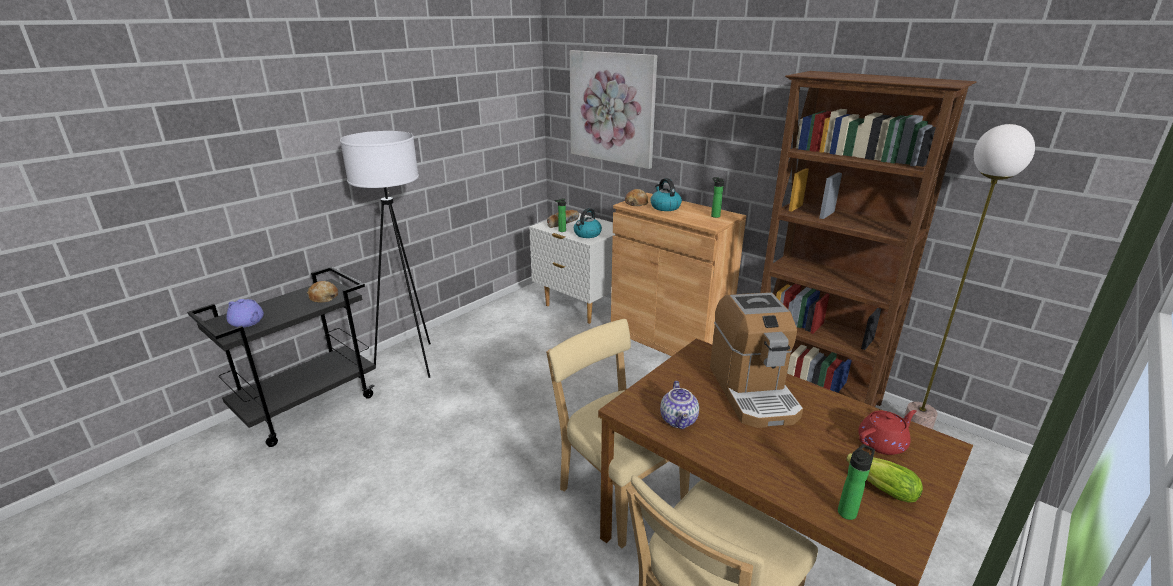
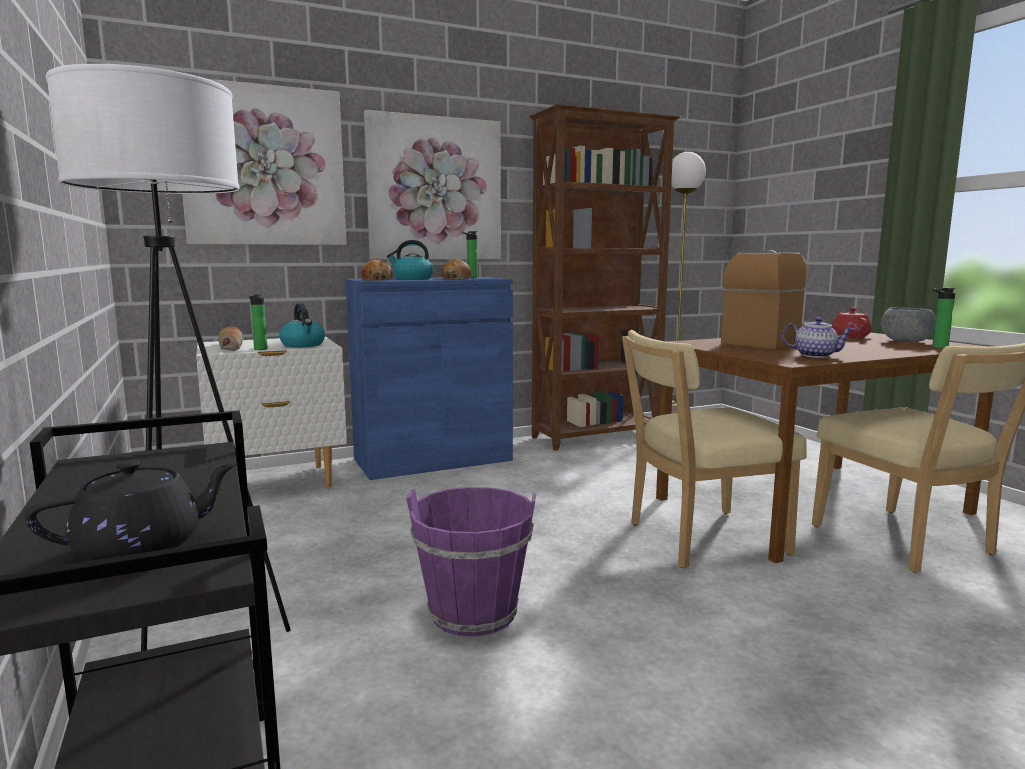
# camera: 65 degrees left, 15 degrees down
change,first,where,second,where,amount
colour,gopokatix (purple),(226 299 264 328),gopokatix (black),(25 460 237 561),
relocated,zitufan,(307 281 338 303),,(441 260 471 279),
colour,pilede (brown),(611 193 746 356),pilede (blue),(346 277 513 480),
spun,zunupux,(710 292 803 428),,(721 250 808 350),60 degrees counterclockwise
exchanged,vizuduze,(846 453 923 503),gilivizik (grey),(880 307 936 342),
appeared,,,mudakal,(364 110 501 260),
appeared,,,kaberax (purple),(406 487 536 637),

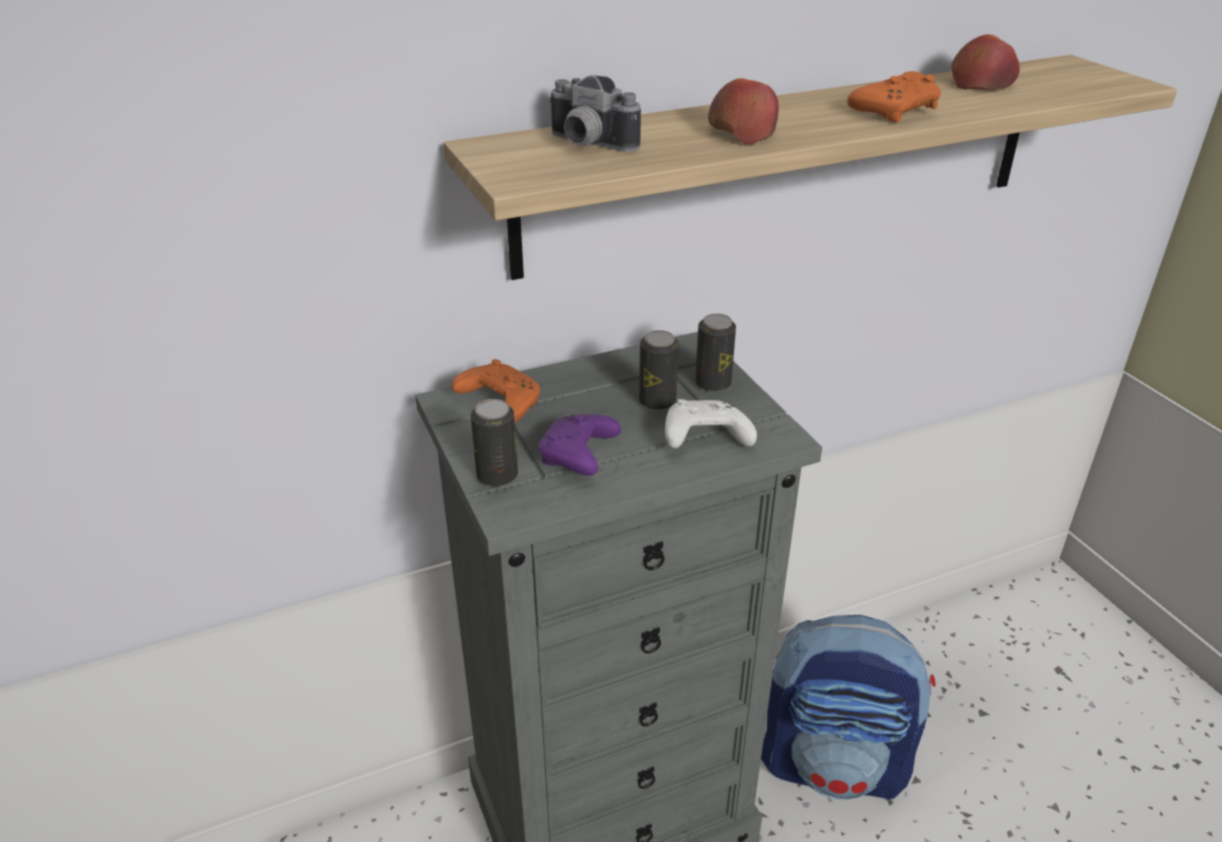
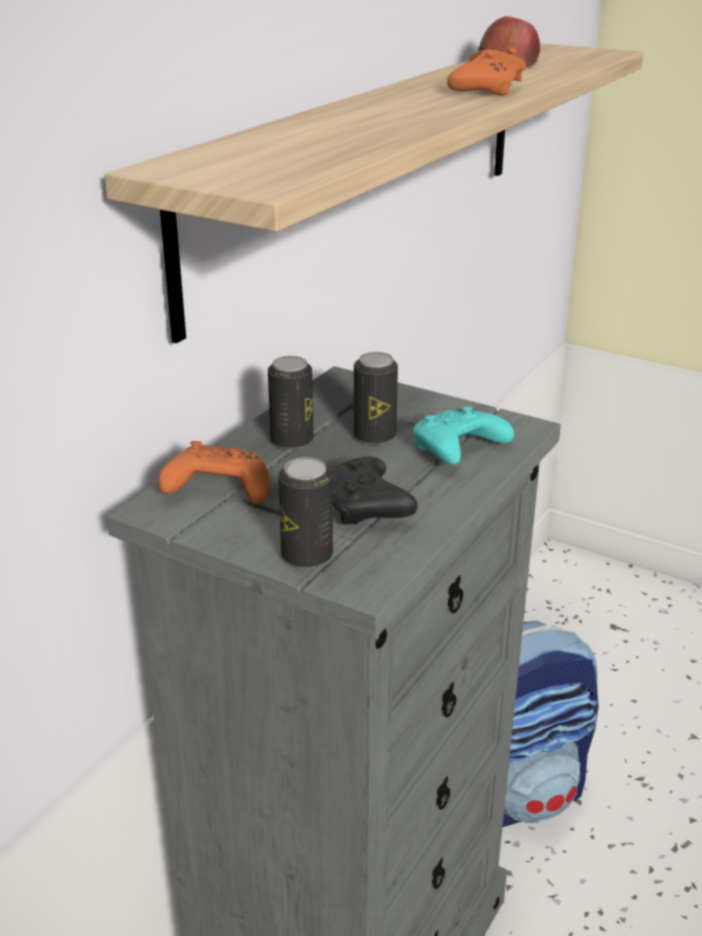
# camera: 35 degrees left, 5 degrees down
change,first,where,second,where,amount
colour,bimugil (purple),(539 414 621 476),bimugil (black),(330 456 418 524),
missing,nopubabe,(548 75 641 152),,,
colour,bimugil (white),(665 399 757 448),bimugil (turquoise),(414 407 514 465),
relocated,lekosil,(695 314 736 392),,(268 356 313 449),
missing,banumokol,(708 78 779 145),,,

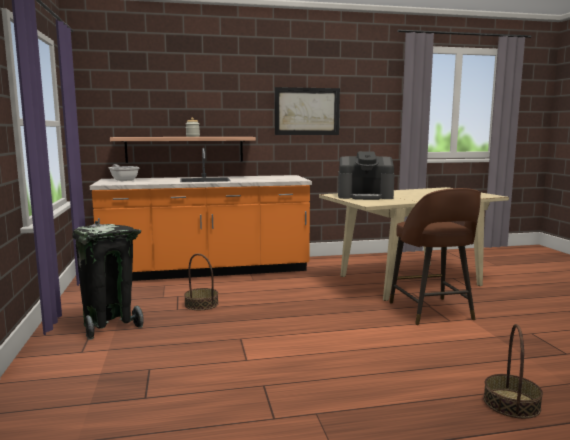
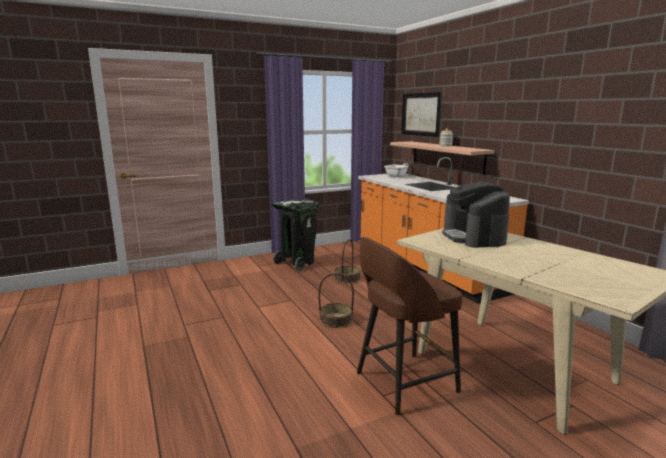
# camera: 75 degrees right, 5 degrees up
change,first,where,second,where,amount
relocated,mudakal,(275 87 340 135),,(401 92 442 137),
relocated,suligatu,(483 324 543 419),,(318 273 354 328),

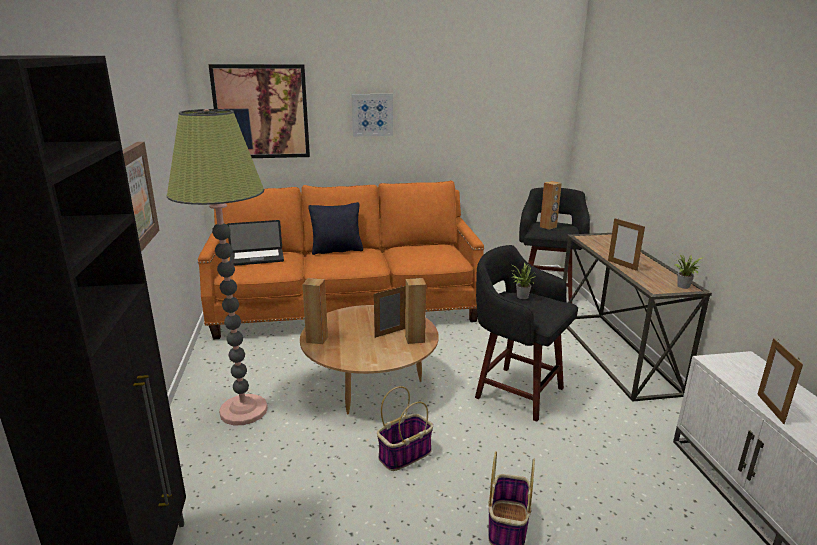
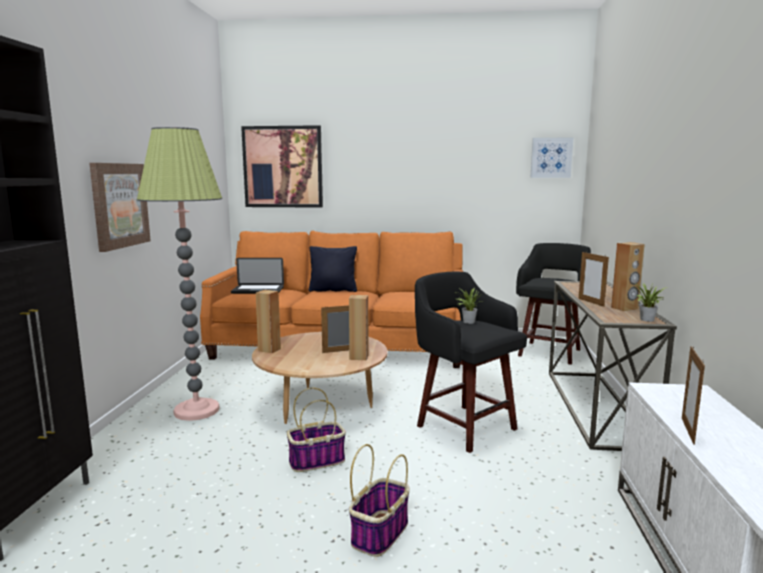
# camera: 15 degrees right, 10 degrees down
change,first,where,second,where,amount
relocated,mudakal,(352 94 393 136),,(530 138 573 178),
relocated,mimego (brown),(540 181 562 230),,(611 242 645 311),

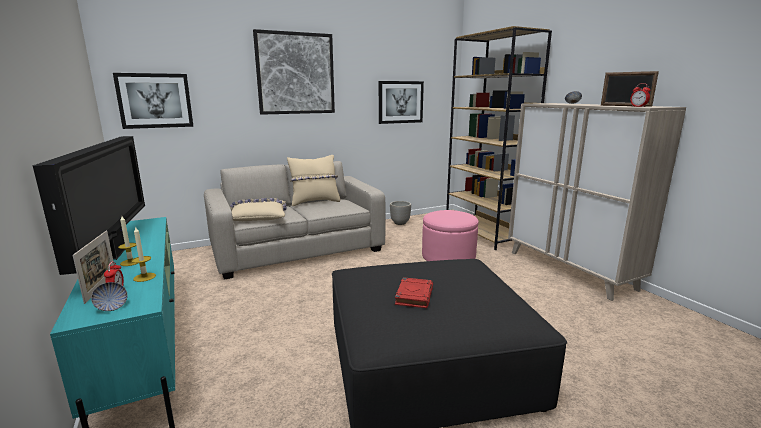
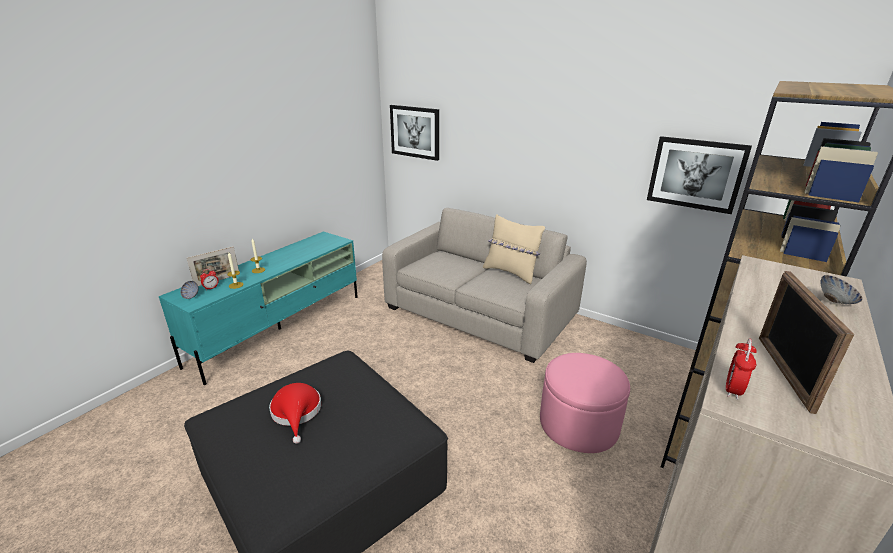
# camera: 60 degrees right, 10 degrees up
change,first,where,second,where,amount
missing,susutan,(33 136 145 275),,,
missing,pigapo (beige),(230 198 287 221),,,
missing,mudakal,(253 29 335 115),,,
missing,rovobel,(390 201 411 225),,,
exchanged,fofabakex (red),(395 277 433 308),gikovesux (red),(269 383 321 444),

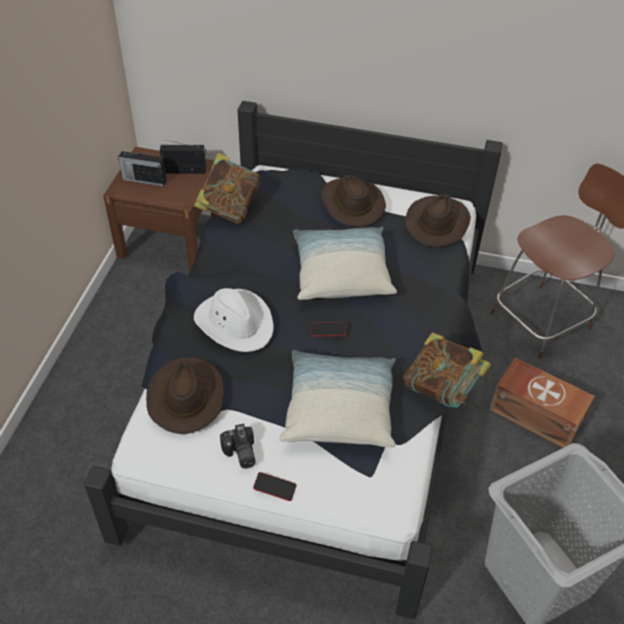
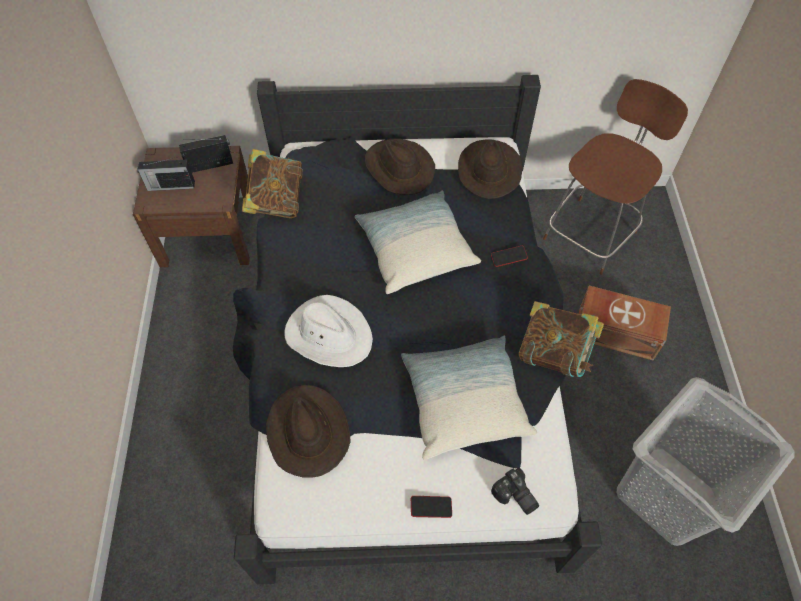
# camera: 15 degrees left, 10 degrees up
change,first,where,second,where,amount
relocated,nopubabe,(220 424 256 468),,(491 468 539 515),
relocated,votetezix,(311 322 347 337),,(491 246 528 267),

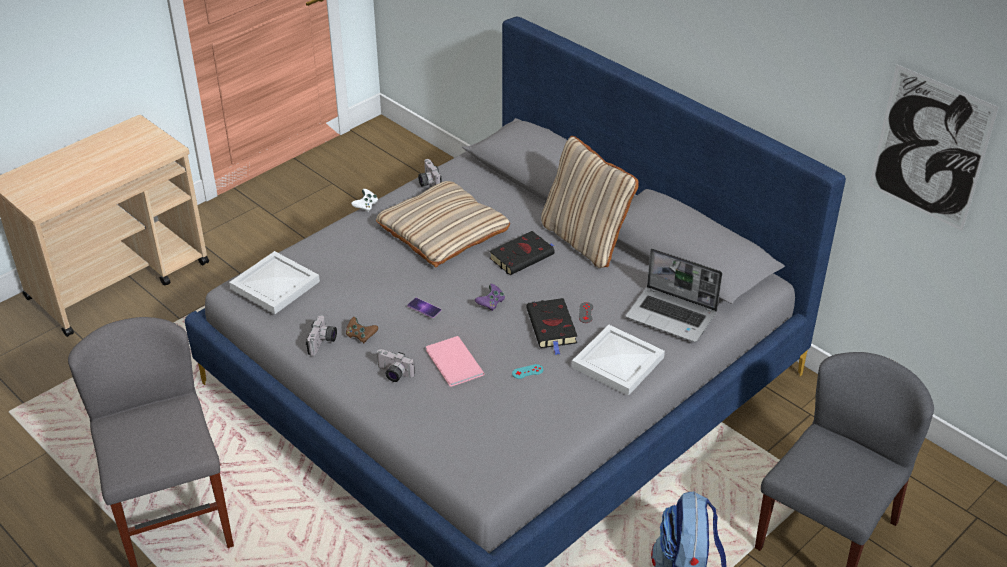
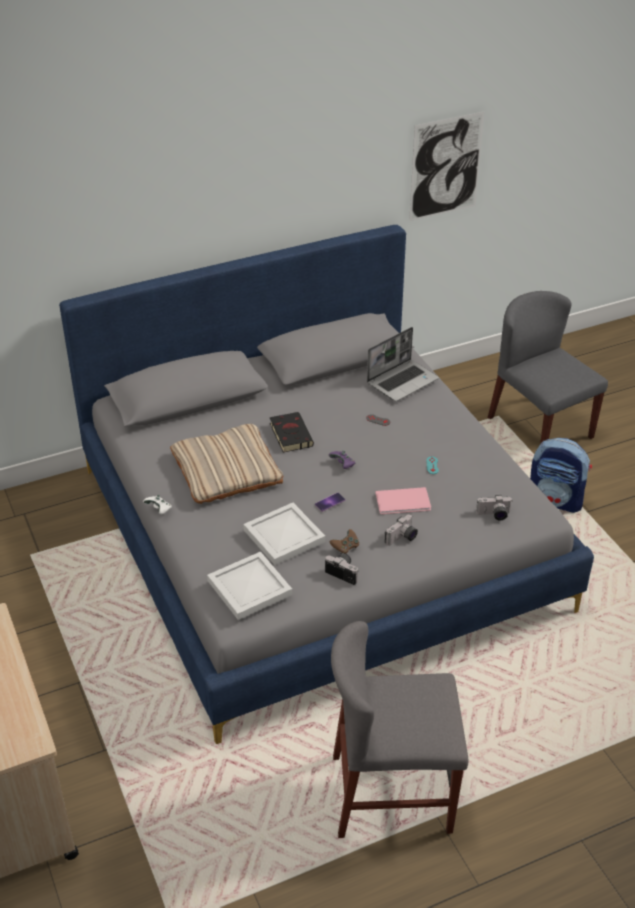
# camera: 70 degrees left, 0 degrees up
change,first,where,second,where,amount
relocated,nopubabe,(418 159 442 186),,(476 495 512 520),
missing,fofabakex (black),(526 298 577 355),,,
missing,pigapo (beige),(541 136 639 268),,,
relocated,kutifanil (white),(572 325 665 396),,(243 503 325 565),

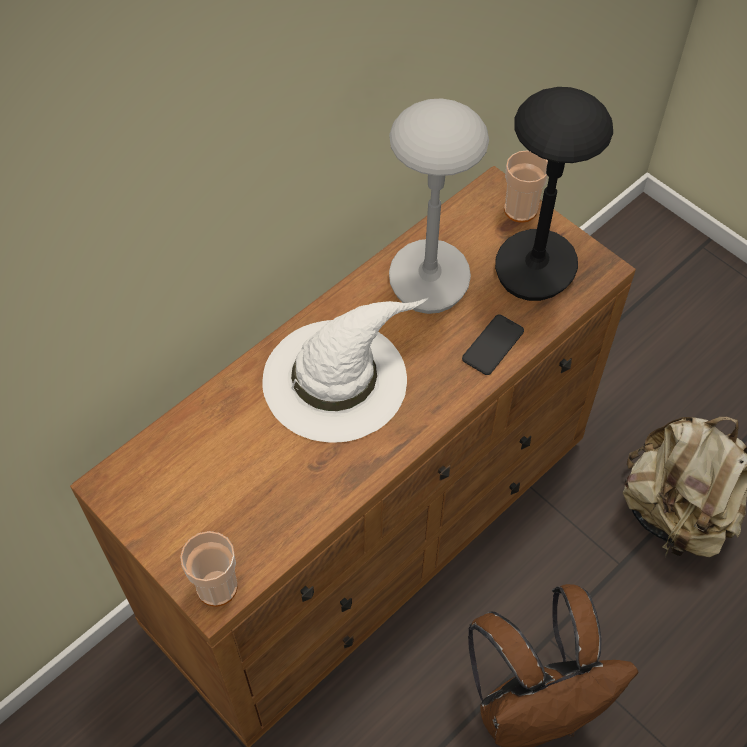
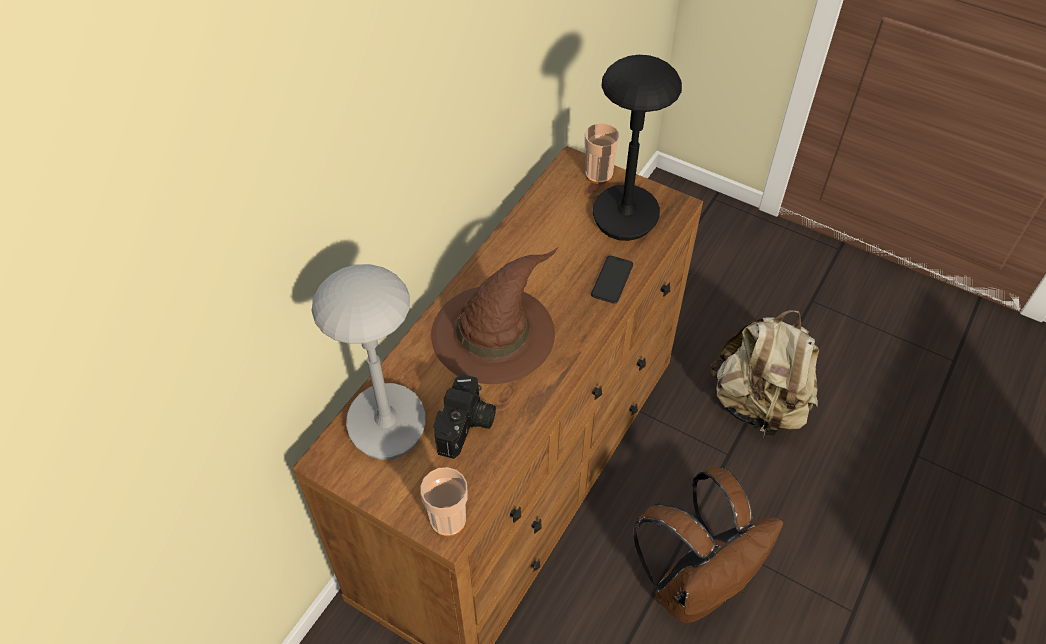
# camera: 15 degrees left, 5 degrees down
change,first,where,second,where,amount
colour,gikovesux (white),(262 297 429 443),gikovesux (brown),(431 248 558 384),
relocated,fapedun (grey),(389 98 489 314),,(311 264 426 460),
appeared,,,nopubabe,(433 374 496 459),

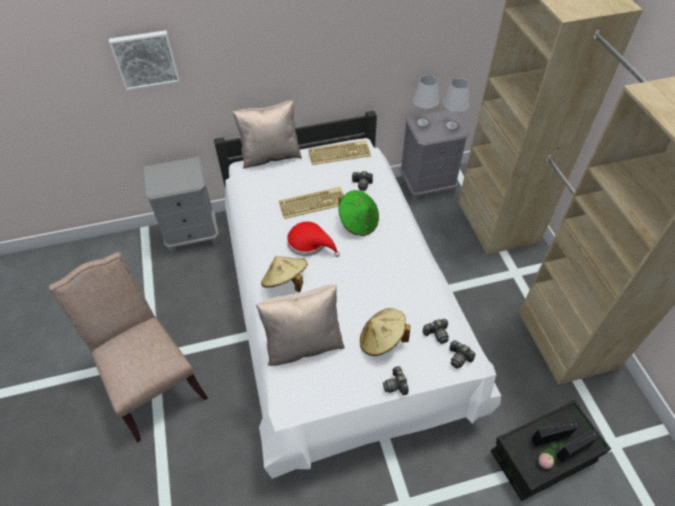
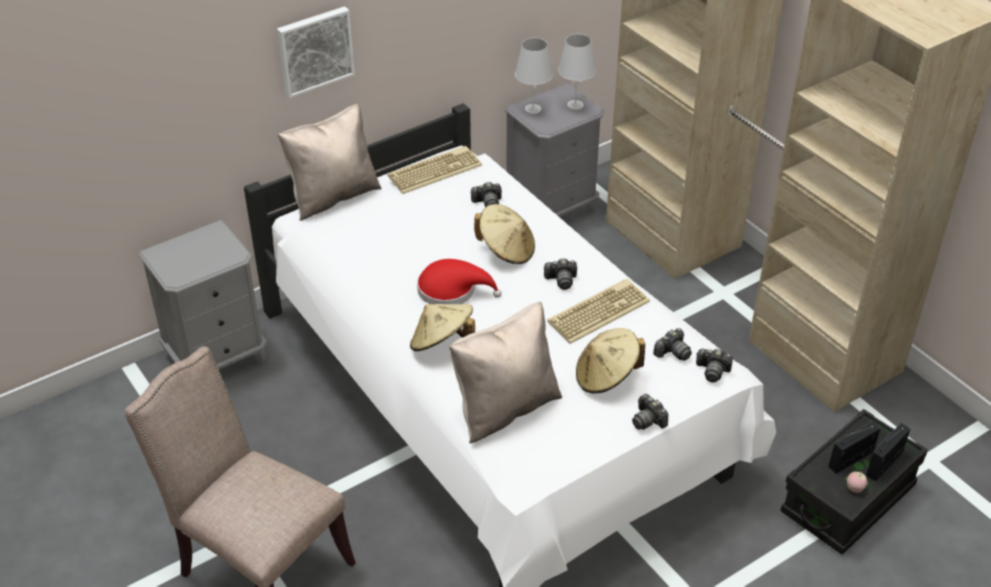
# camera: 20 degrees left, 10 degrees down
change,first,where,second,where,amount
relocated,mudakal,(109 30 180 91),,(277 6 355 98),
relocated,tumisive,(279 187 344 219),,(547 279 650 344),
colour,gikovesux (green),(338 190 379 236),gikovesux (beige),(474 204 535 264),
appeared,,,nopubabe,(543 258 577 290),

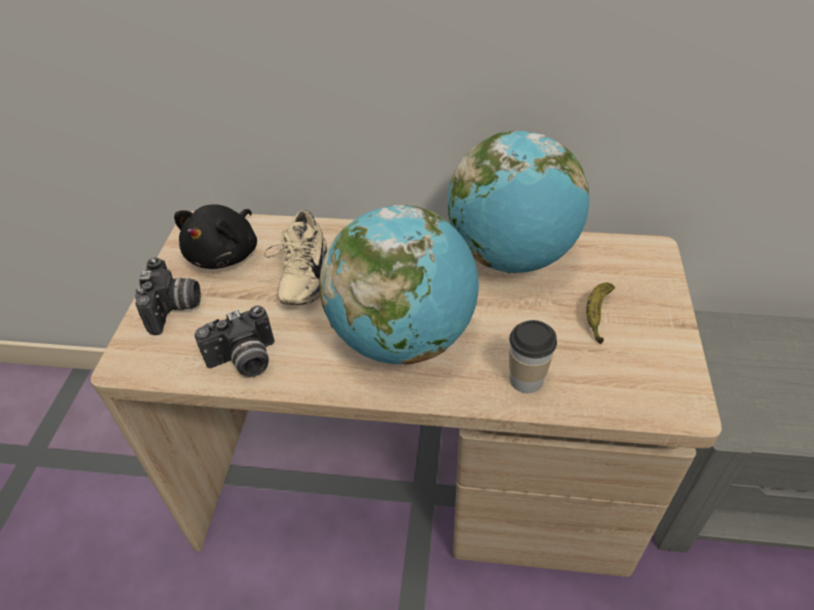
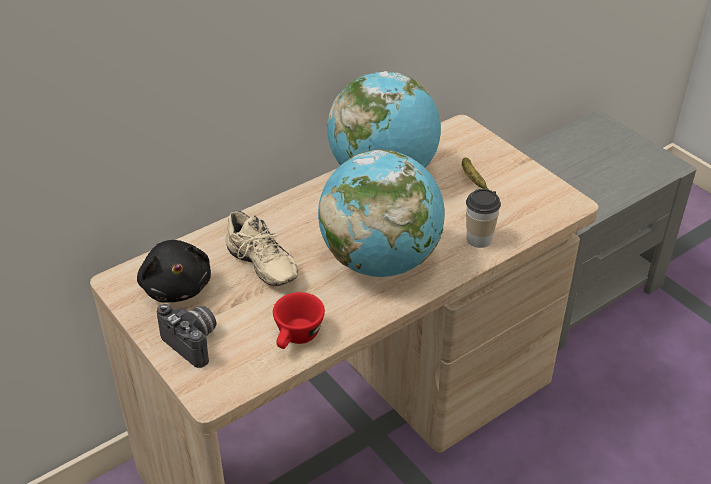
# camera: 45 degrees left, 5 degrees down
change,first,where,second,where,amount
exchanged,nopubabe,(195 306 274 377),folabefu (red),(273 292 325 349),

